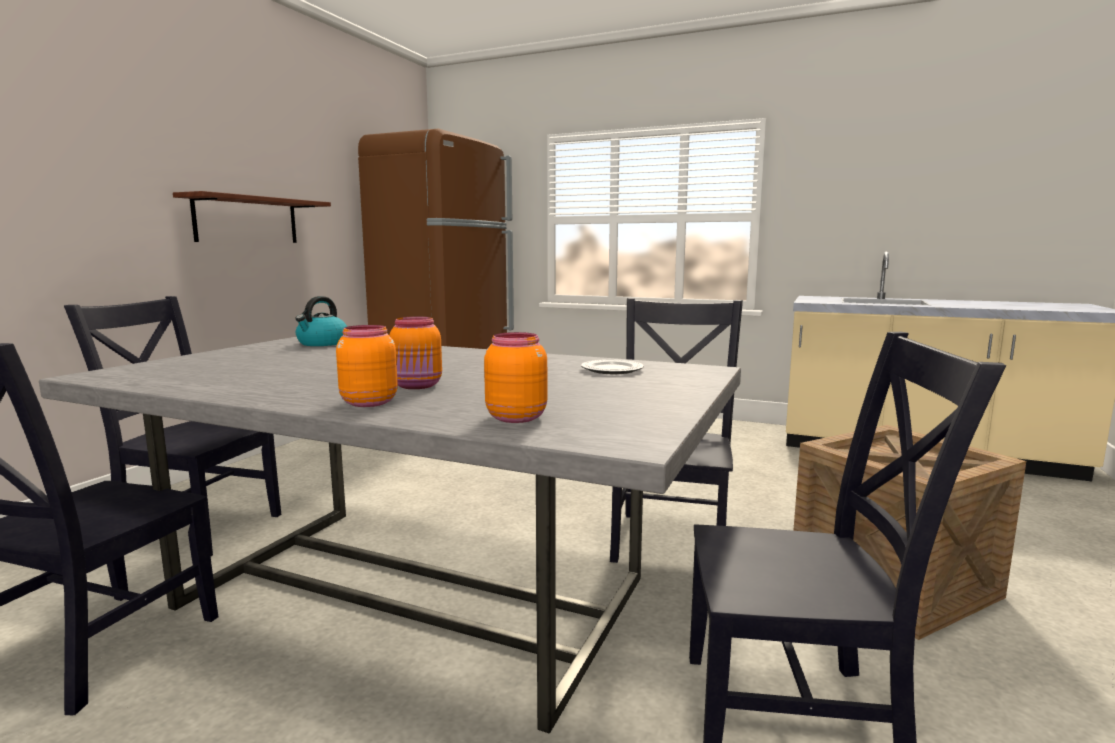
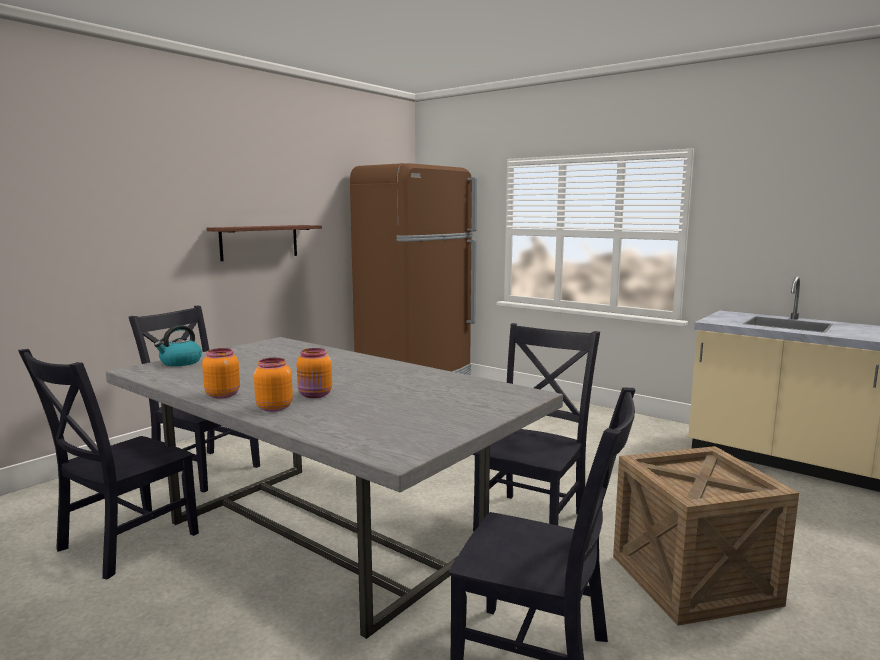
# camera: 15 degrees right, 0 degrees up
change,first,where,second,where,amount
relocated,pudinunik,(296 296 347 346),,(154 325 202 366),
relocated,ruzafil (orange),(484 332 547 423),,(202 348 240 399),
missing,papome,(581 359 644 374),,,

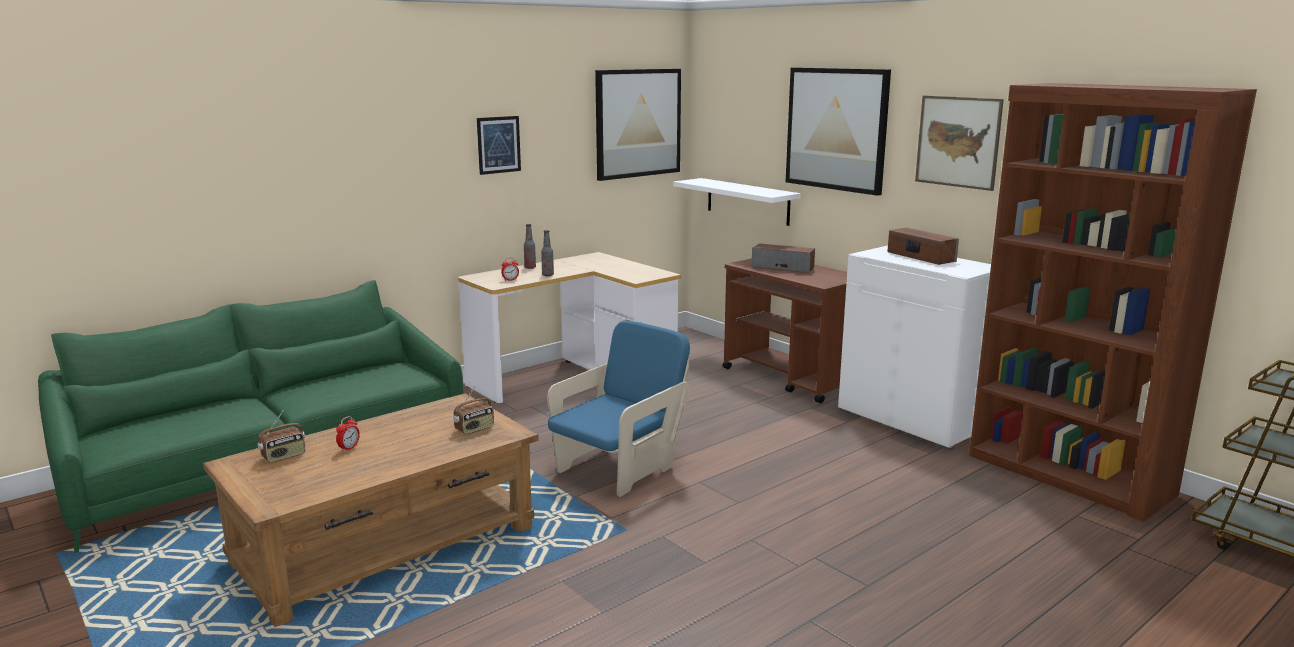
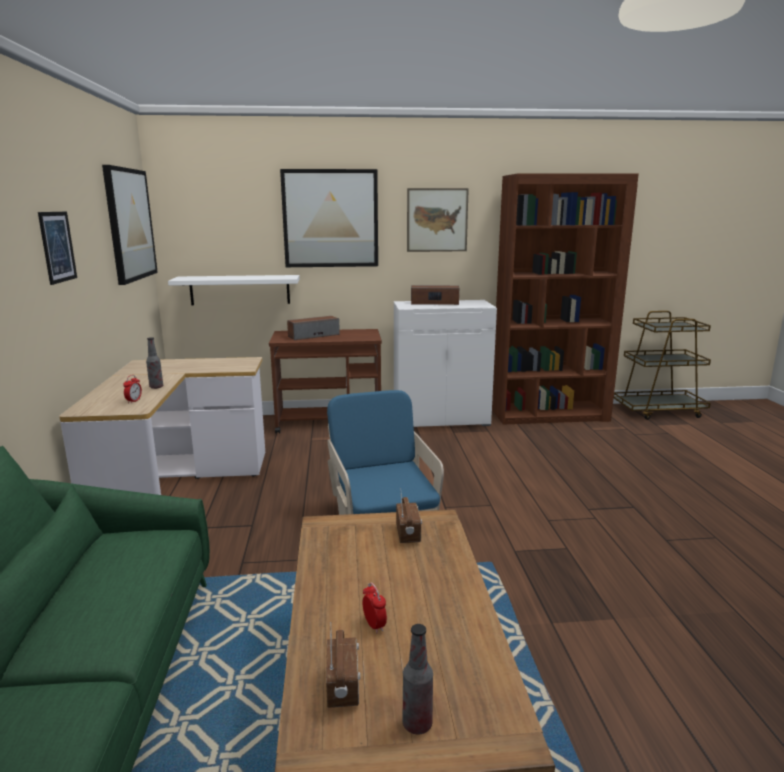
# camera: 55 degrees left, 0 degrees up
change,first,where,second,where,amount
relocated,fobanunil,(524 224 536 269),,(402 624 433 735),

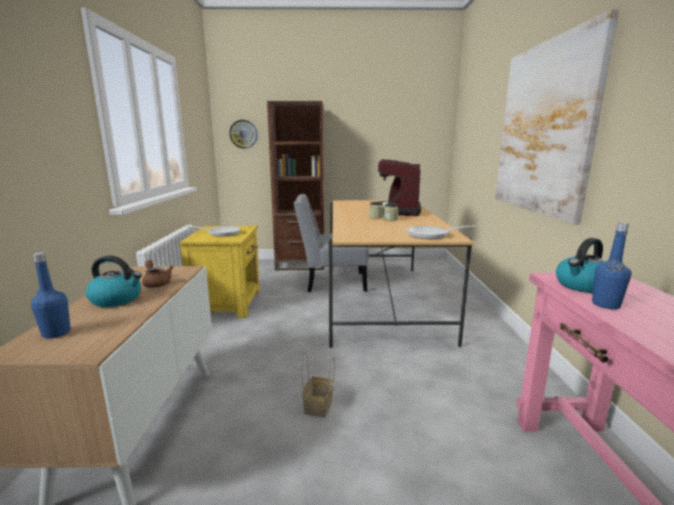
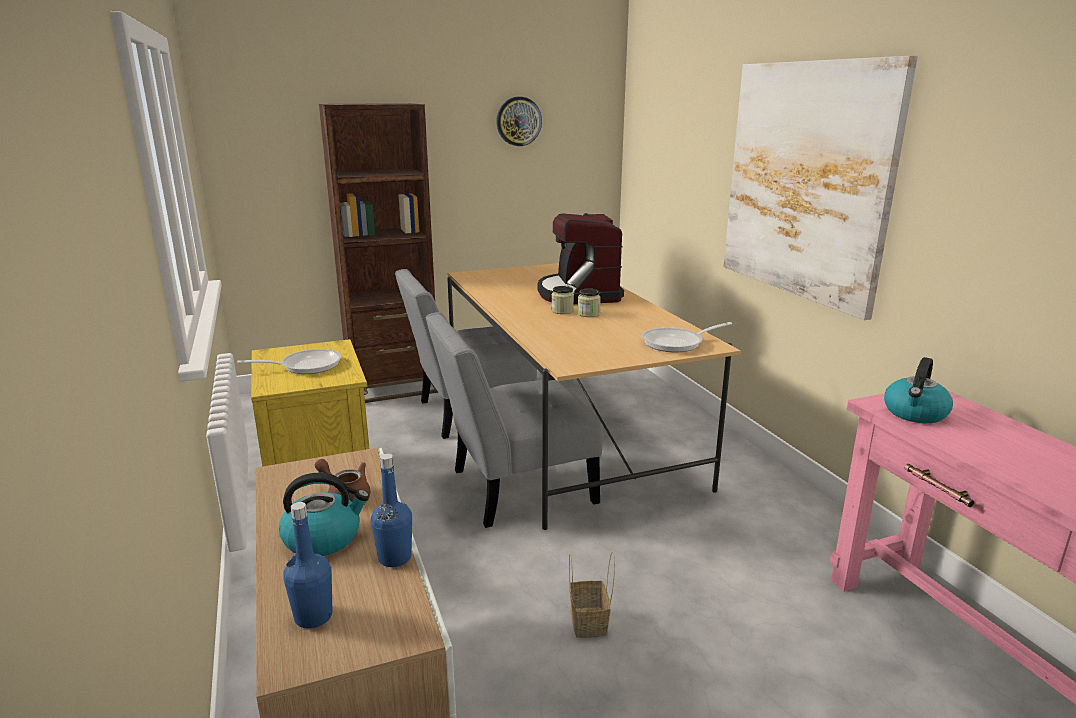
# camera: 20 degrees left, 5 degrees up
change,first,where,second,where,amount
relocated,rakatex,(229 120 258 149),,(496 97 542 146),
relocated,fobanunil (blue),(592 222 631 309),,(371 454 412 567),
appeared,,,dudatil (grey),(425 312 603 528),

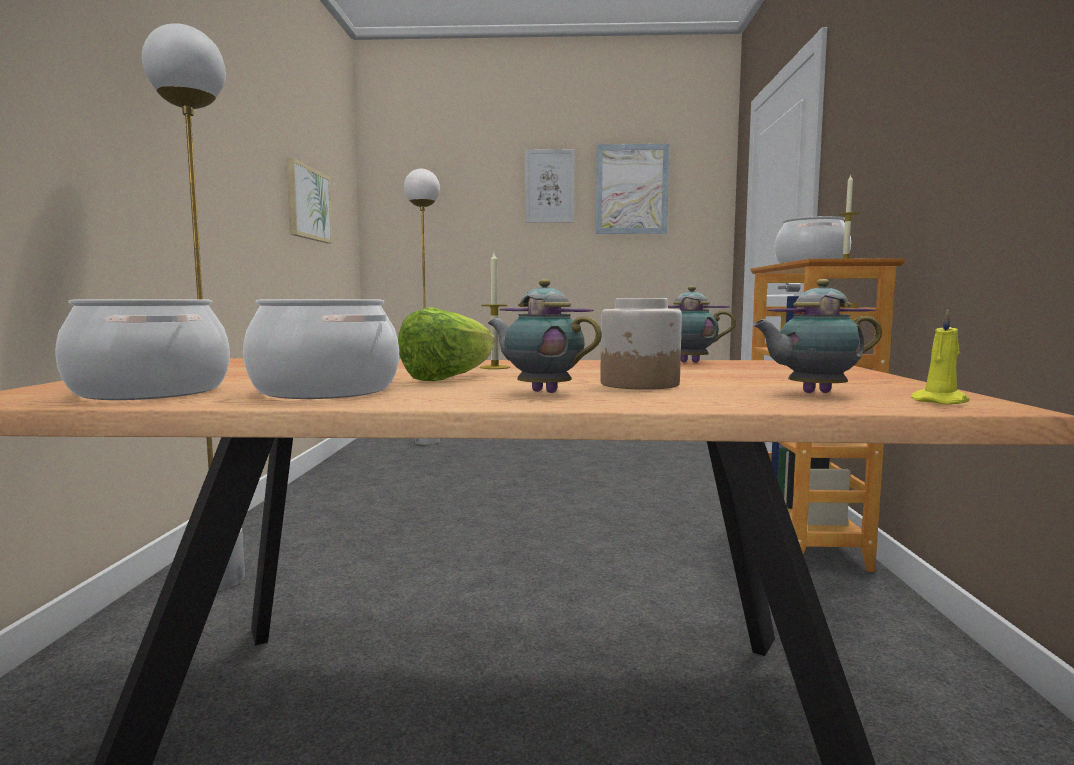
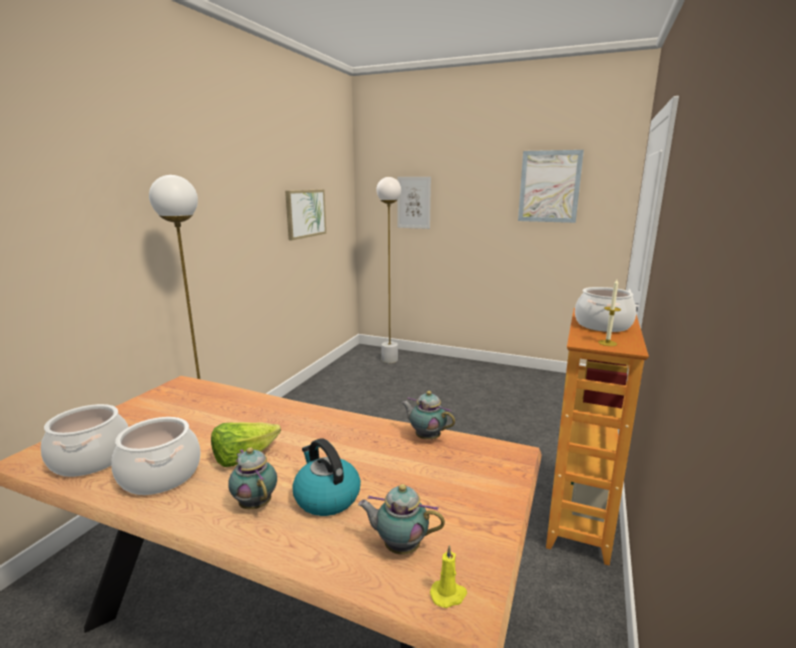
# camera: 20 degrees right, 10 degrees up
change,first,where,second,where,amount
missing,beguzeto,(480 253 510 369),,,
relocated,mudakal,(525 149 575 223),,(397 177 431 229),
exchanged,ruzafil,(600 298 682 390),pudinunik,(292 438 361 516),

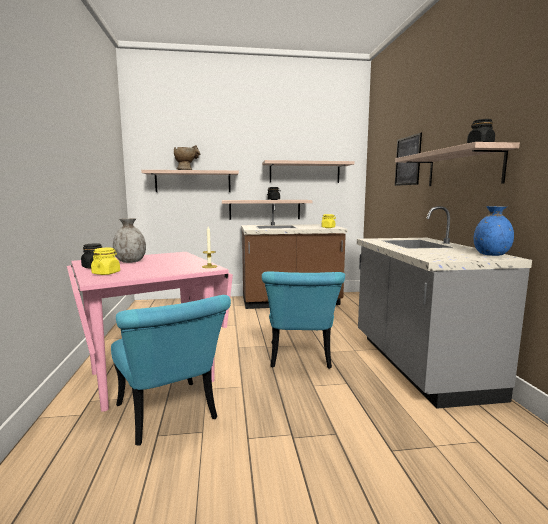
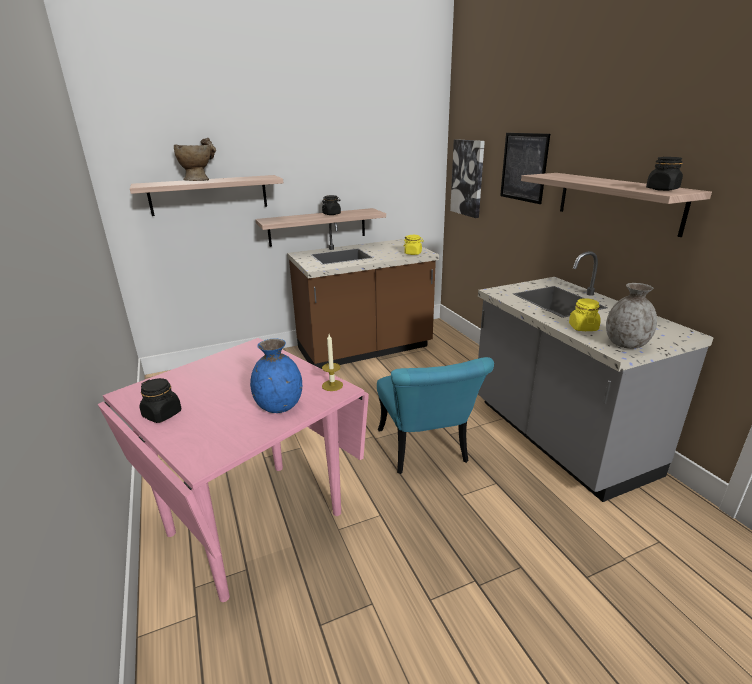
# camera: 15 degrees left, 15 degrees up
change,first,where,second,where,amount
relocated,ruzafil (yellow),(91 248 120 275),,(569 298 601 331),
missing,dudatil (turquoise),(111 295 231 445),,,
relocated,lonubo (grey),(113 218 146 263),,(606 283 657 349),
missing,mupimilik,(262 160 355 183),,,
relocated,lonubo (blue),(474 206 514 256),,(250 339 302 413),
appeared,,,mudakal,(450 139 485 218),

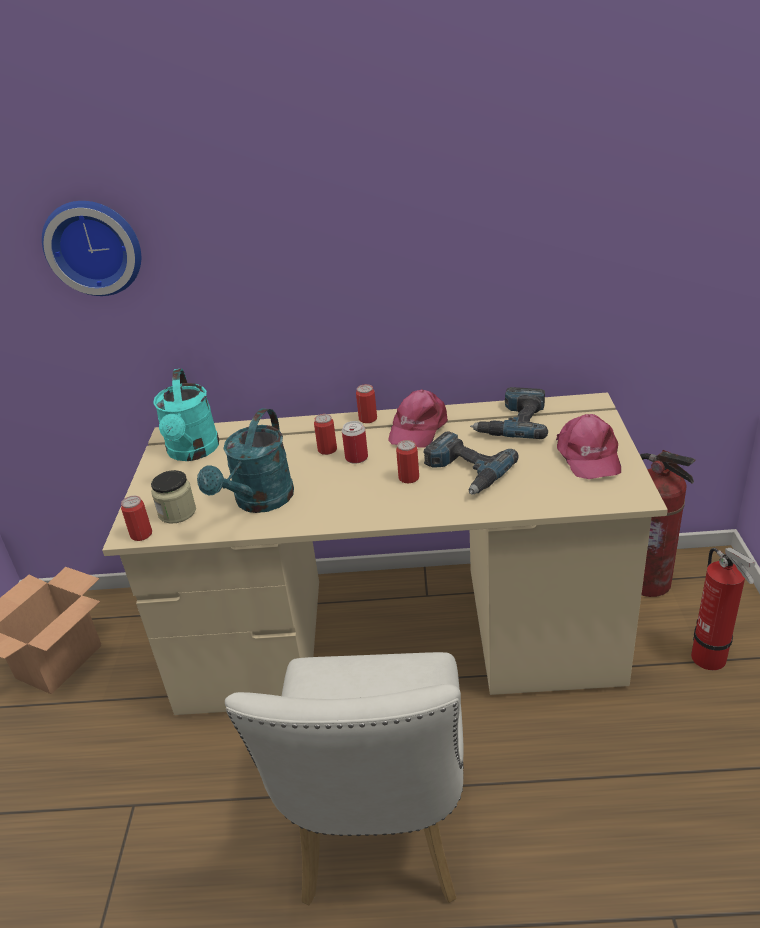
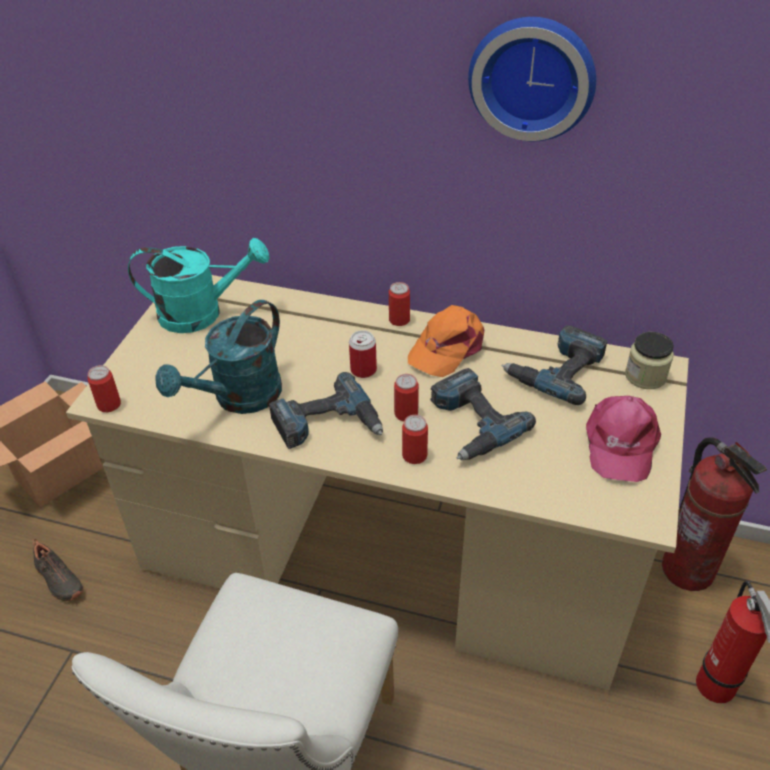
# camera: 15 degrees right, 10 degrees up
change,first,where,second,where,amount
relocated,rakatex,(42 201 141 296),,(468 17 596 141),
relocated,ruzafil,(151 470 196 524),,(625 332 674 389),
spun,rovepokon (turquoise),(153 368 219 461),,(128 238 270 333),105 degrees counterclockwise
relocated,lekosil,(314 414 337 455),,(402 415 428 464),
colour,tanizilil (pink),(388 389 448 448),tanizilil (orange),(408 305 484 377),
appeared,,,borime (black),(33 539 83 601),
appeared,,,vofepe,(269 372 383 449),

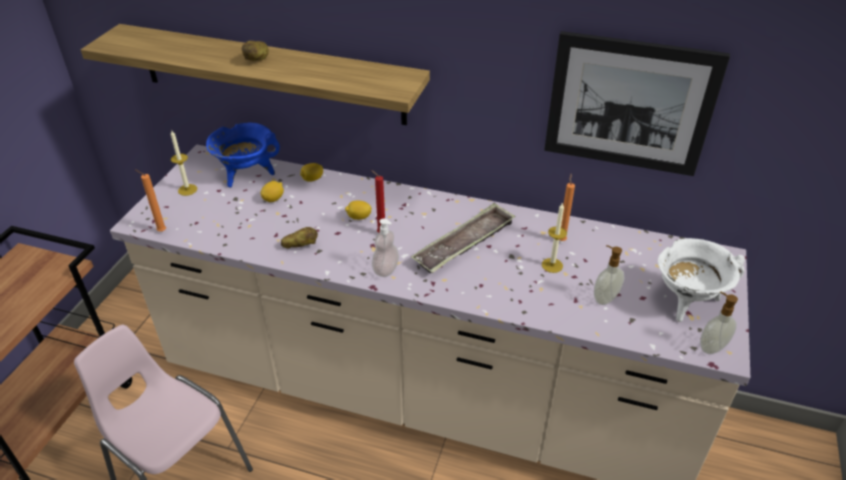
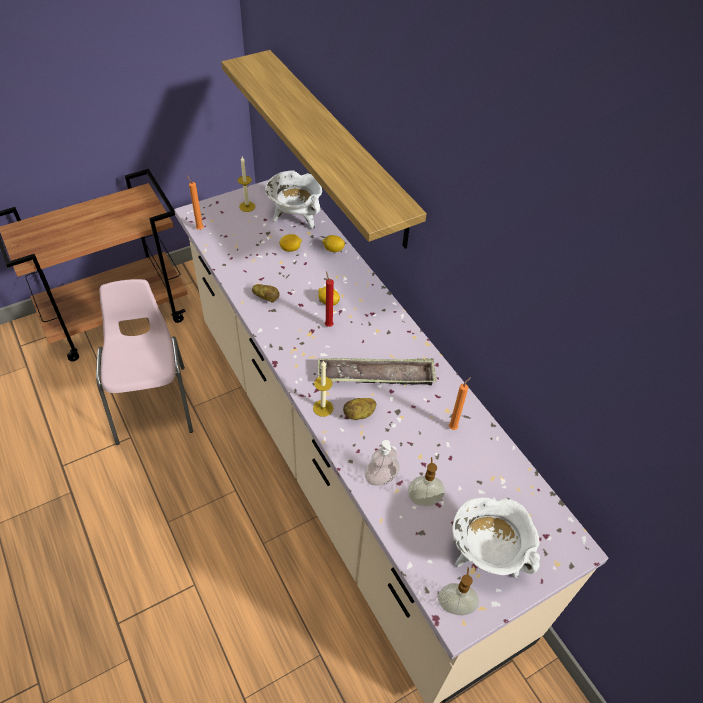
# camera: 40 degrees right, 10 degrees up
change,first,where,second,where,amount
colour,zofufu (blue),(206 123 280 188),zofufu (white),(265 170 322 229),
relocated,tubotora,(241 41 269 61),,(343 398 376 420),
relocated,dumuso,(372 218 399 277),,(364 440 400 485),
relocated,beguzeto,(542 202 567 273),,(313 361 333 417),
missing,mudakal,(544 31 730 176),,,

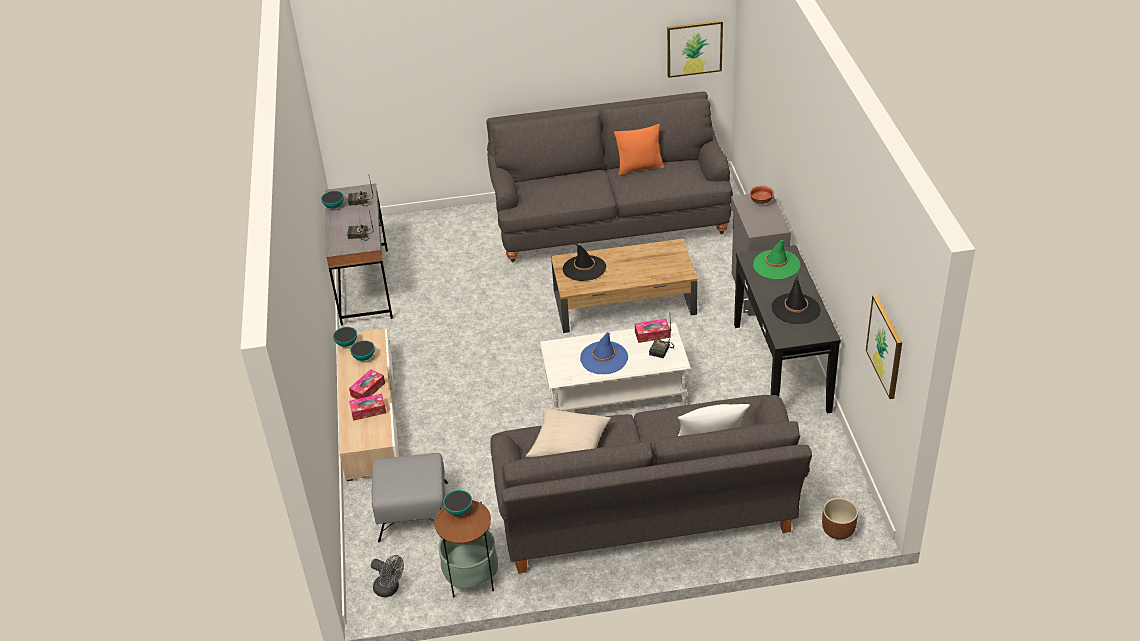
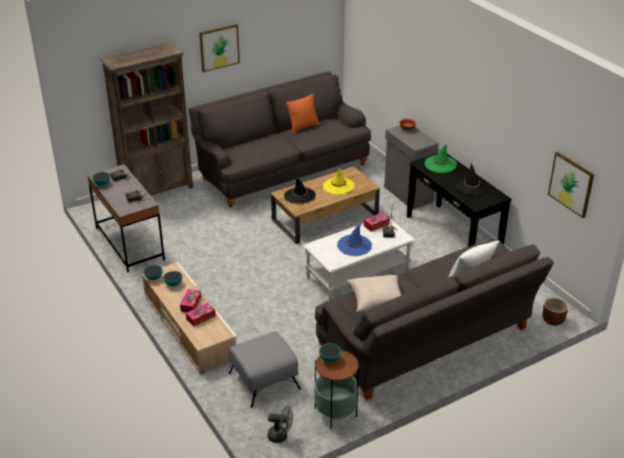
# camera: 25 degrees left, 5 degrees down
change,first,where,second,where,amount
relocated,mudakal,(667 20 723 78),,(199 24 240 72),
appeared,,,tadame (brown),(100 42 193 195),
appeared,,,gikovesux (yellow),(323 169 354 194),

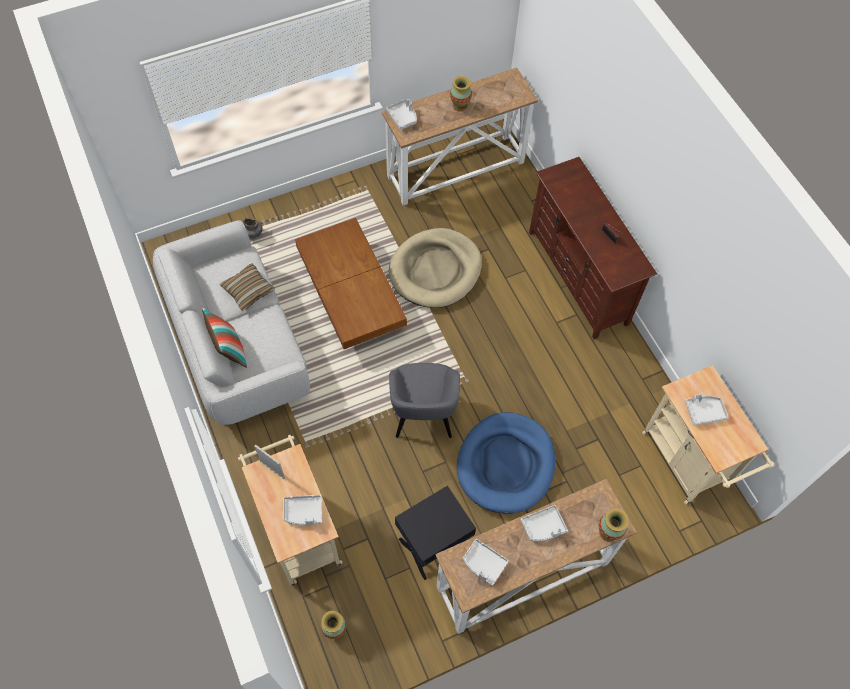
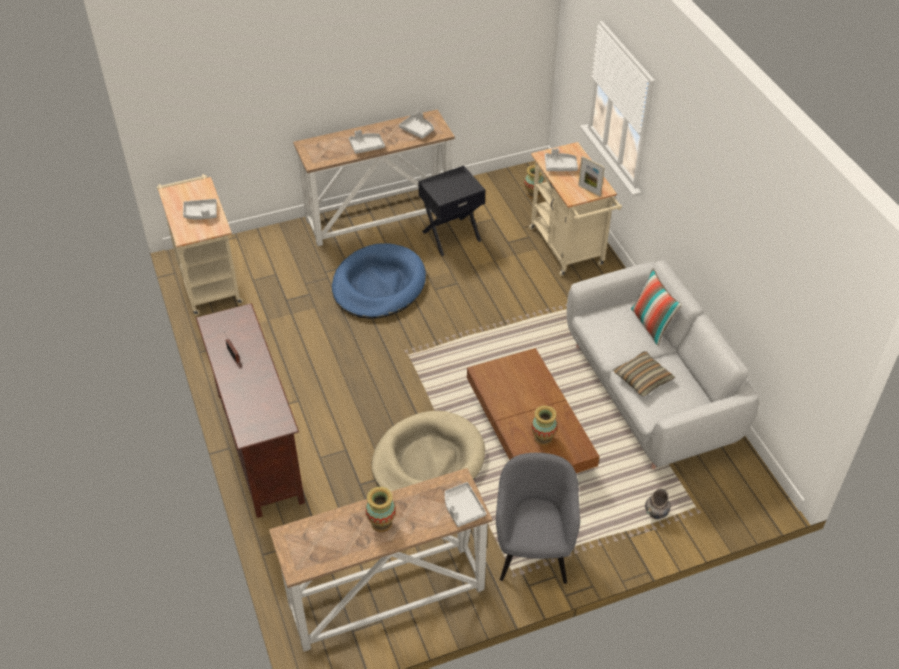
# camera: 175 degrees left, 15 degrees down
change,first,where,second,where,amount
relocated,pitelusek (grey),(389 363 460 438),,(496 453 580 584),
relocated,lonubo,(599 508 629 542),,(531 405 558 446),

